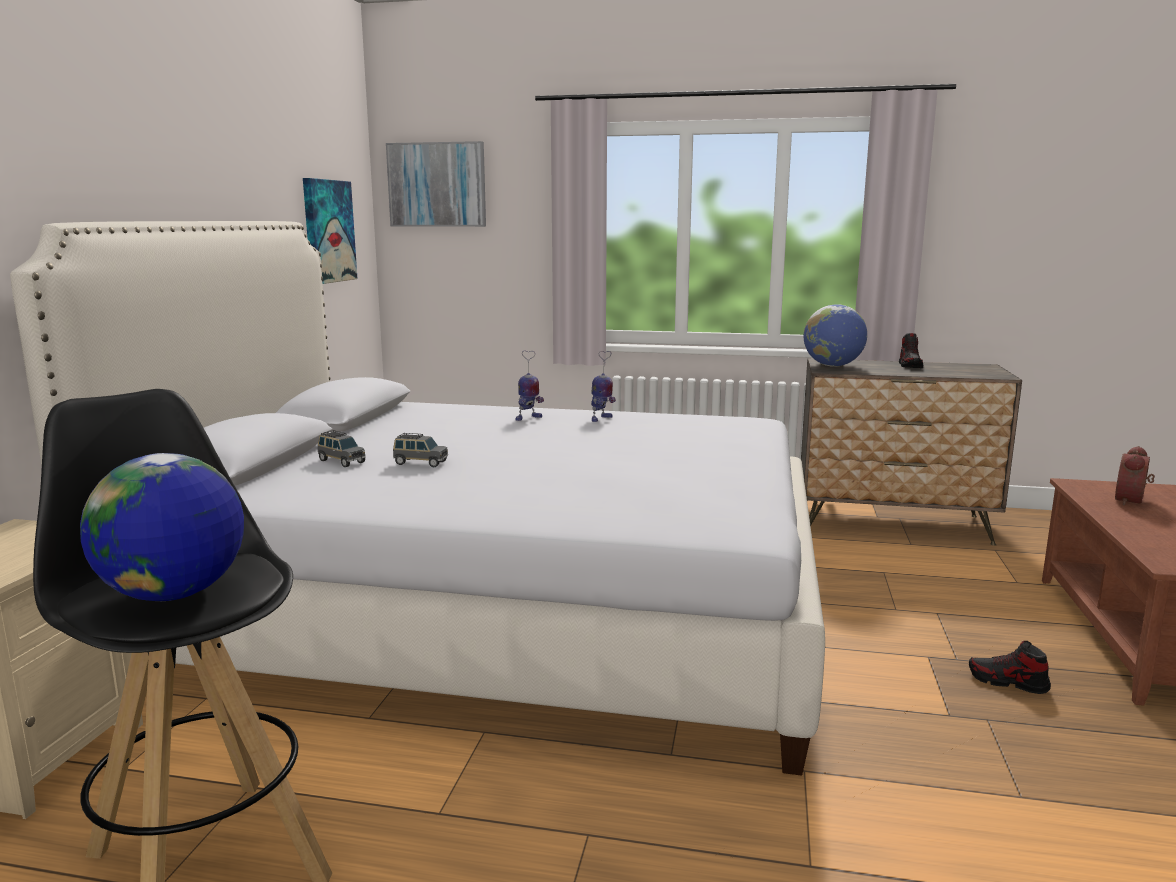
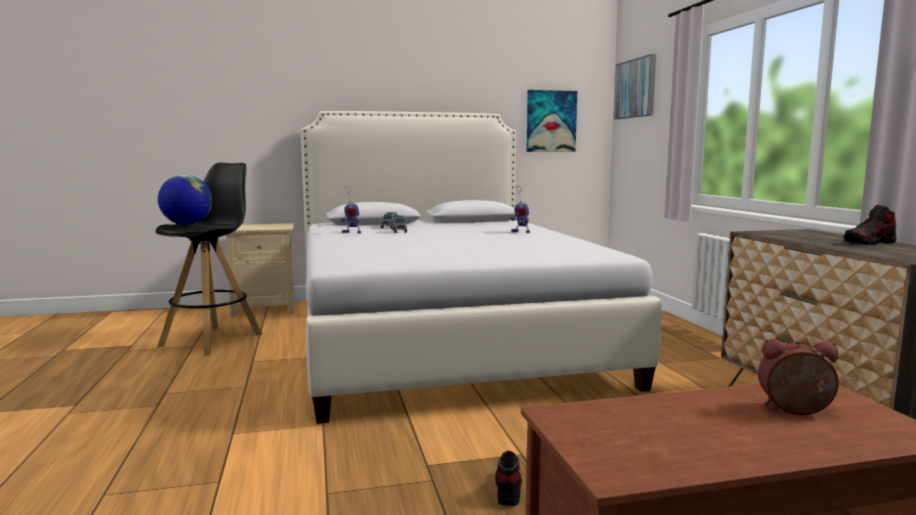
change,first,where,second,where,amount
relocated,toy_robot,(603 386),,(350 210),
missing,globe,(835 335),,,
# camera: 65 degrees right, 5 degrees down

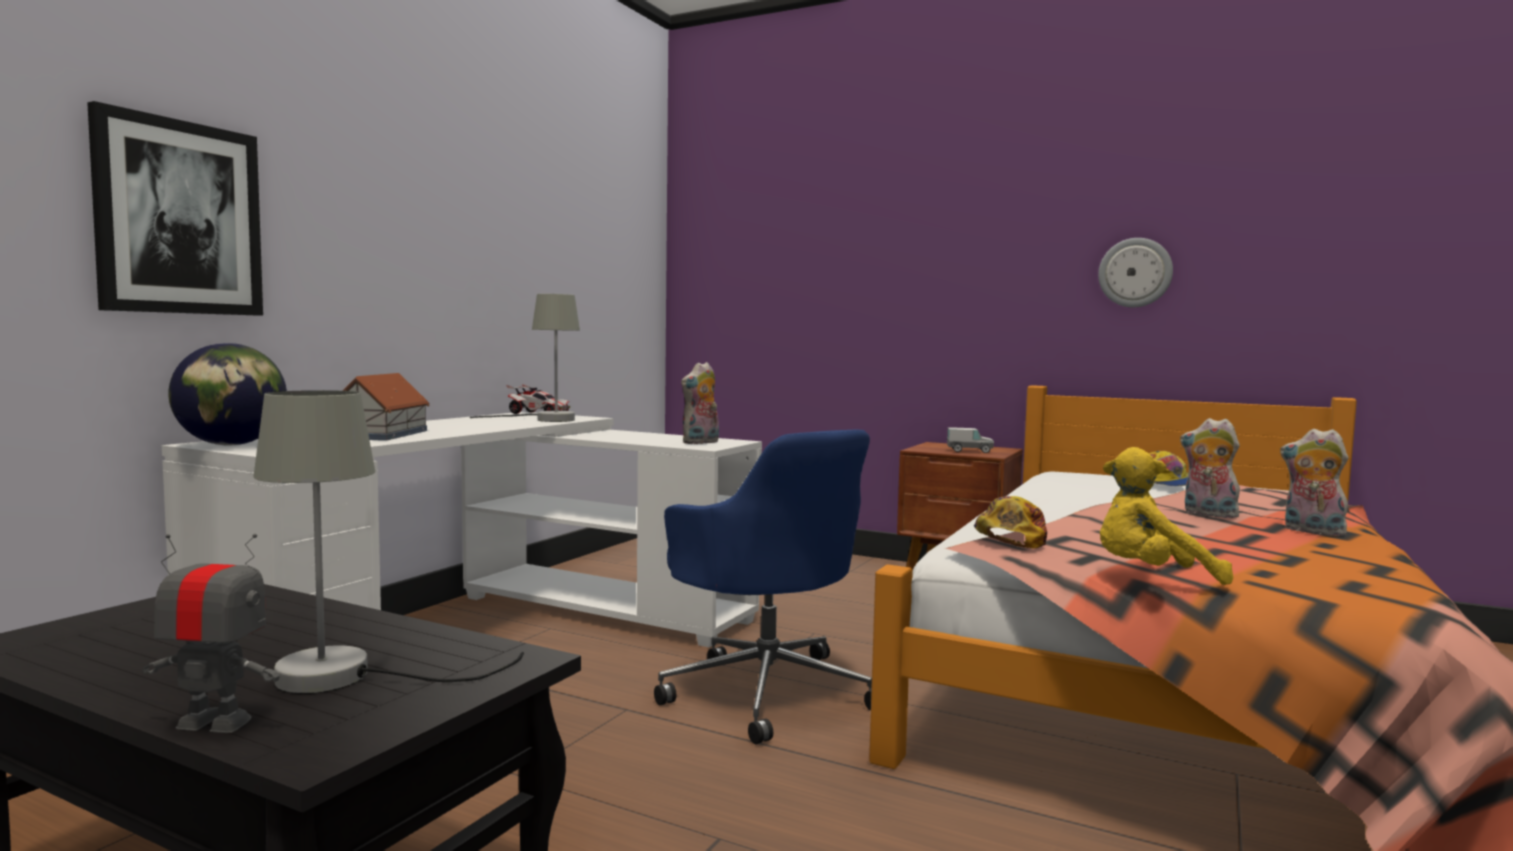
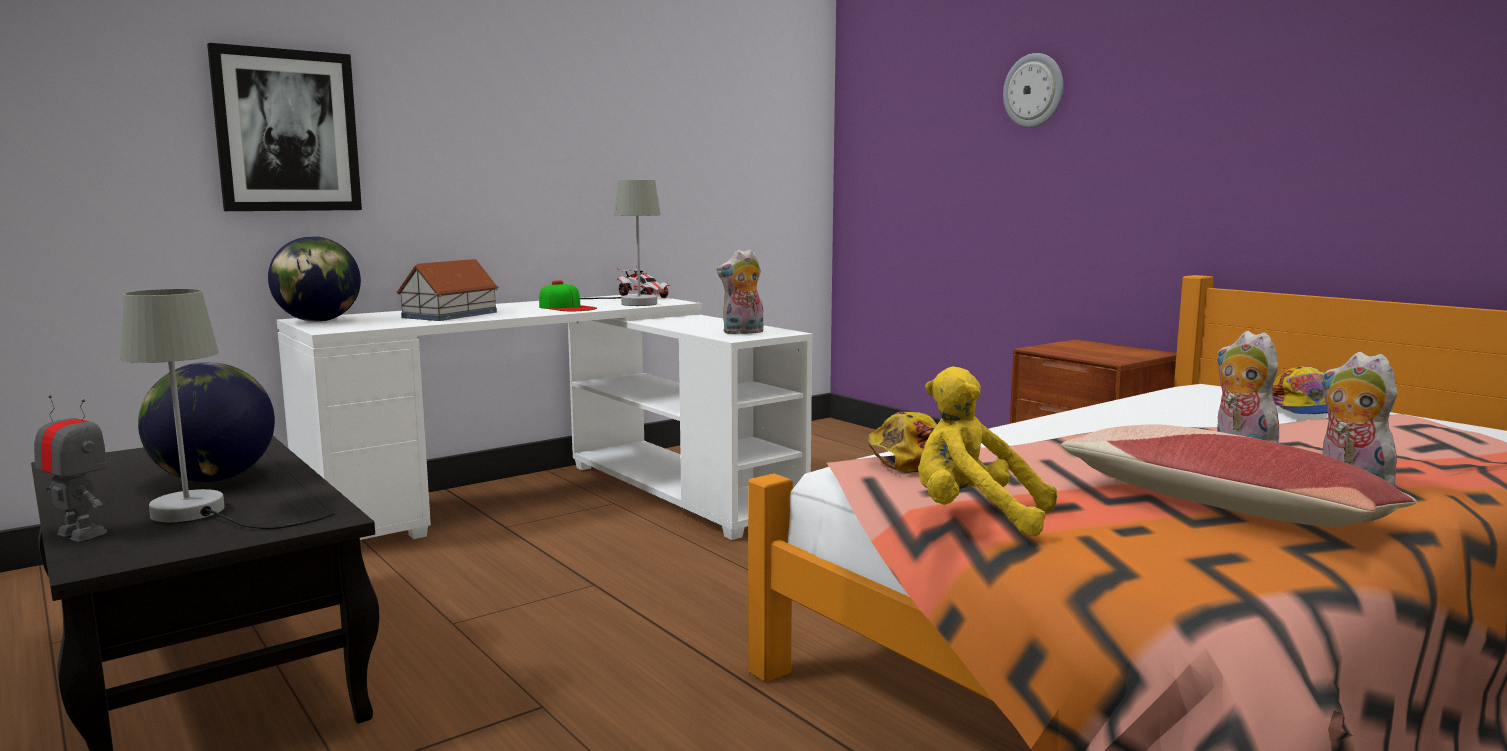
change,first,where,second,where,amount
appeared,,,globe,(206 422),
appeared,,,cap,(568 295),
relocated,wall_clock,(1135 272),,(1033 90),
appeared,,,pillow,(1239 476),
missing,blue_office_chair,(763 587),,,
missing,toy_truck,(970 440),,,
# camera: 25 degrees right, 5 degrees up

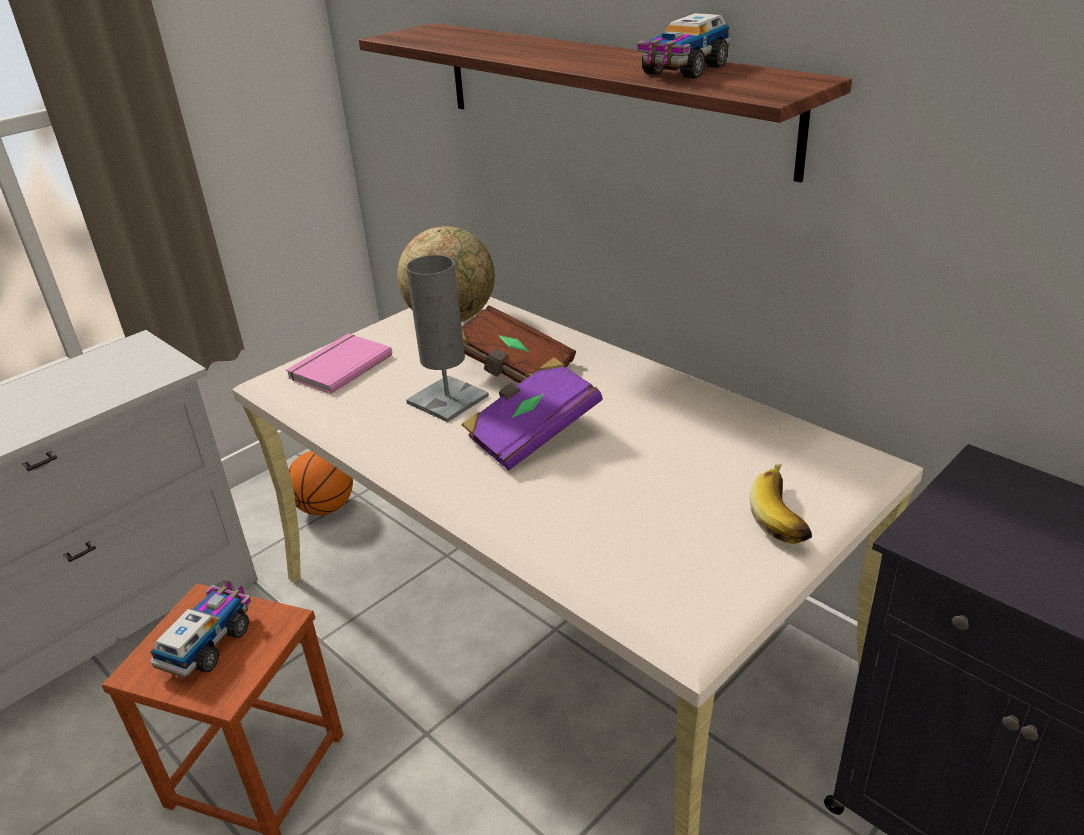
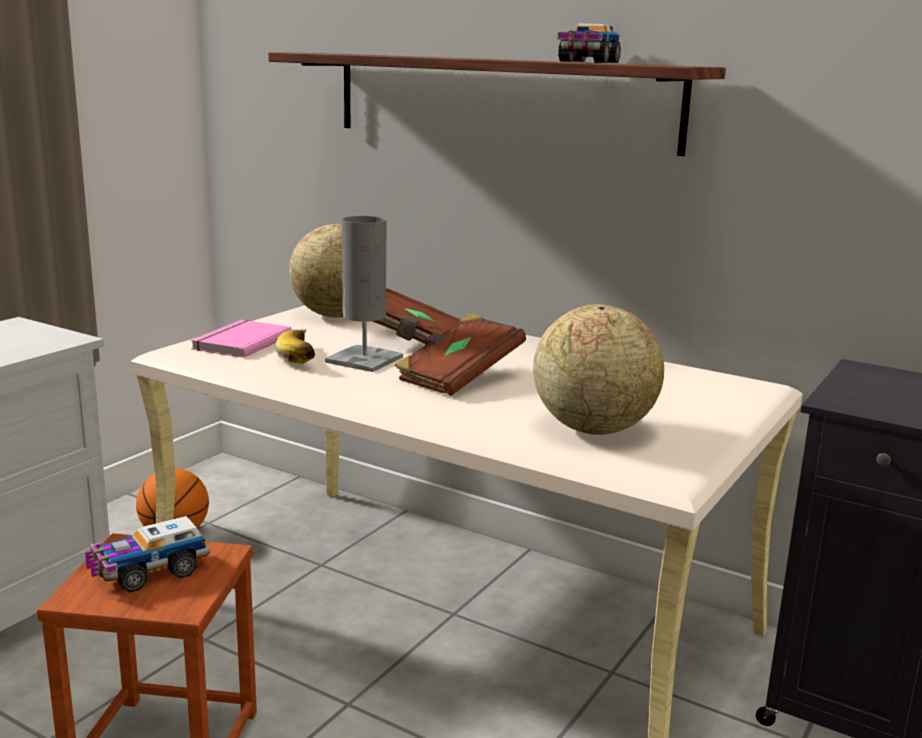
change,first,where,second,where,amount
spun,toy_truck,(201 630),,(147 554),135 degrees counterclockwise
relocated,banana,(781 504),,(295 346),
colour,purple_book,(532 414),brown_book,(460 354),
appeared,,,globe,(598 369),
# camera: 15 degrees left, 15 degrees down

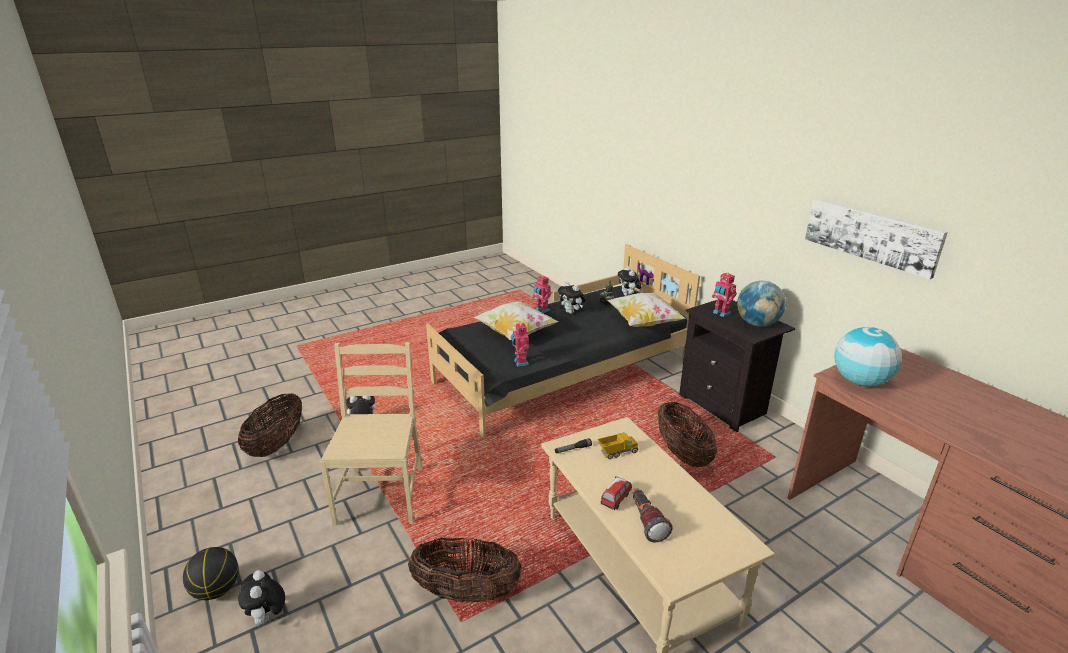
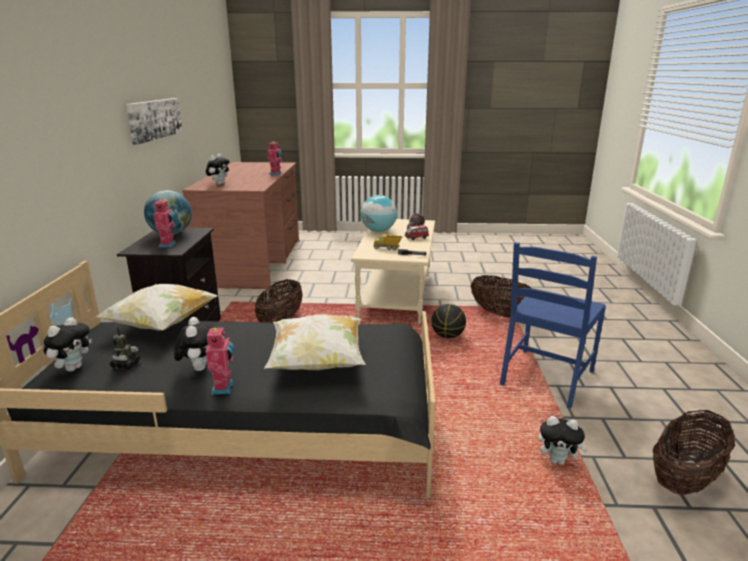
change,first,where,second,where,amount
relocated,plush_toy,(261 598),,(218 169),
relocated,toy_robot,(520 344),,(275 158),
relocated,globe,(868 356),,(379 213),
relocated,basketball,(211 573),,(448 321),
colour,beige_chair,(371 434),blue_chair,(553 325),
# camera: 145 degrees left, 5 degrees down

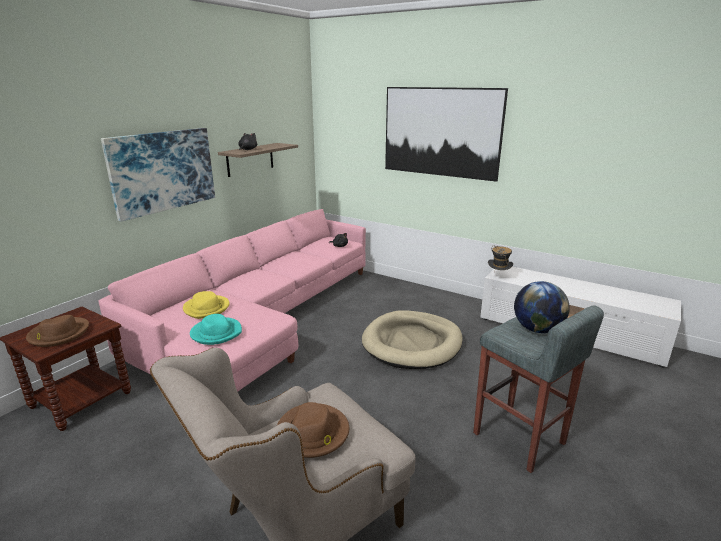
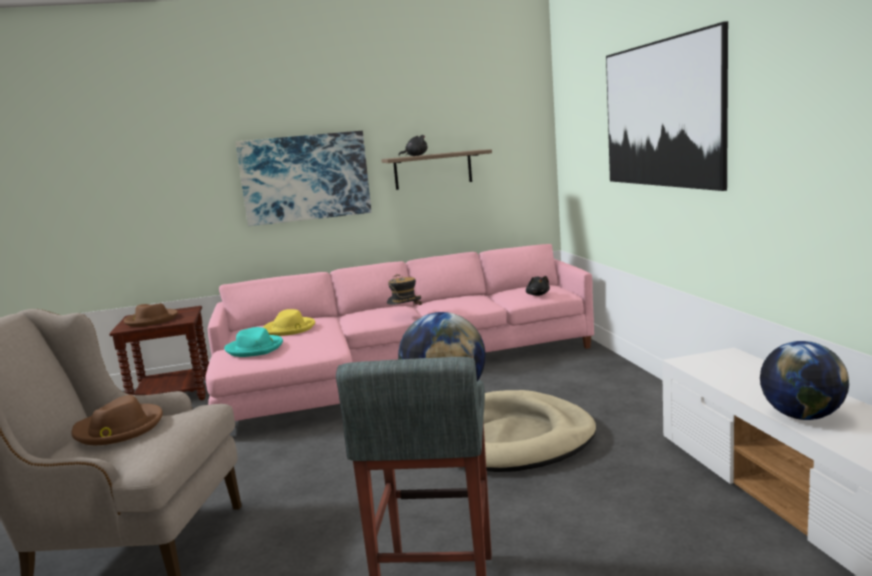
change,first,where,second,where,amount
relocated,hat,(500 258),,(404 289),
appeared,,,globe,(804 380),
# camera: 45 degrees right, 10 degrees down

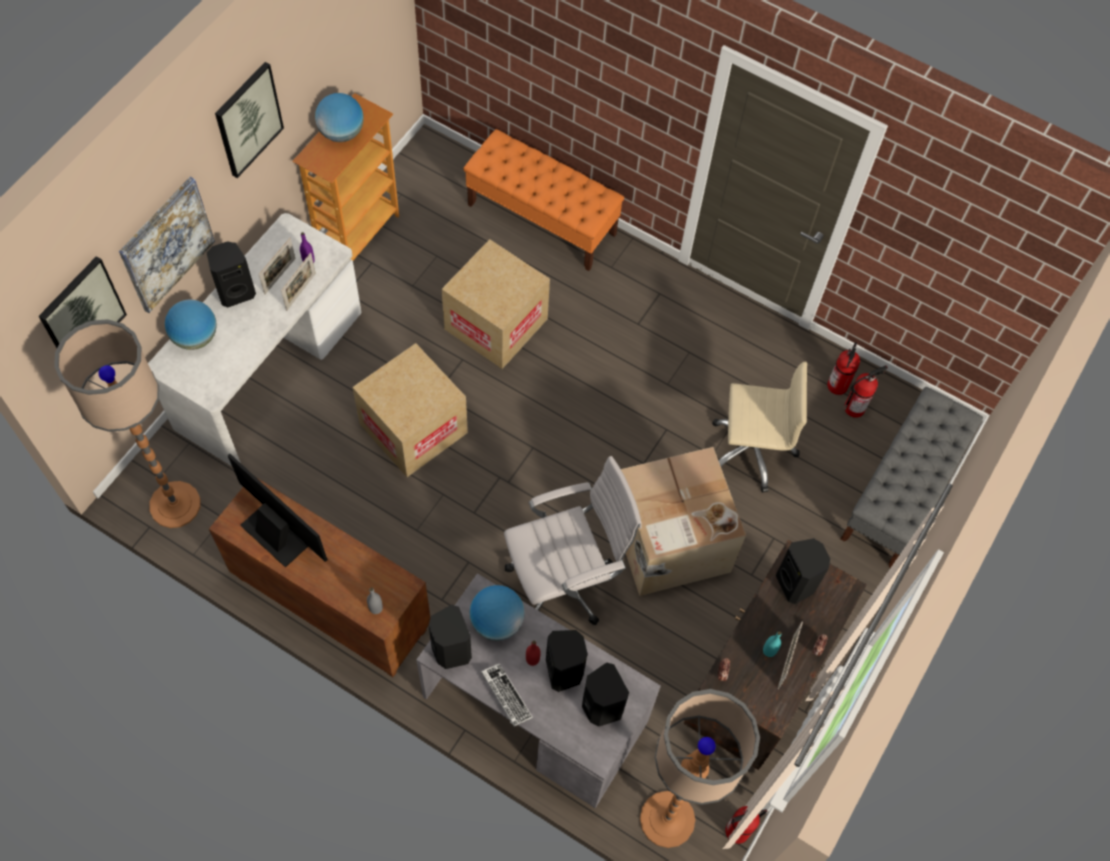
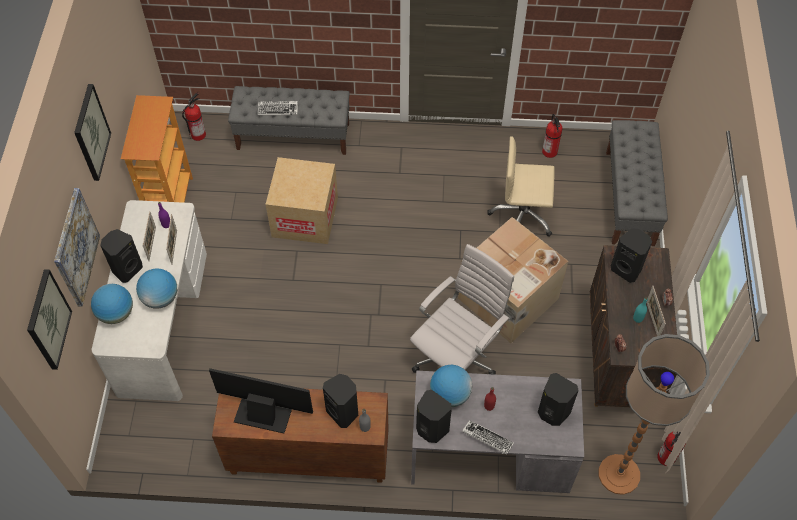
change,first,where,second,where,amount
relocated,globe,(339 117),,(156 288),
relocated,fire_extinguisher,(865 392),,(194 117),
colour,orange_bench,(543 200),grey_bench,(289 120),
appeared,,,keyboard,(278 108),
relocated,black_speaker,(566 661),,(340 401),
spun,beige_office_chair,(759 427),,(520 186),150 degrees counterclockwise
missing,floor_lamp,(127 423),,,
missing,cardboard_box,(410 410),,,
# camera: 25 degrees left, 5 degrees down

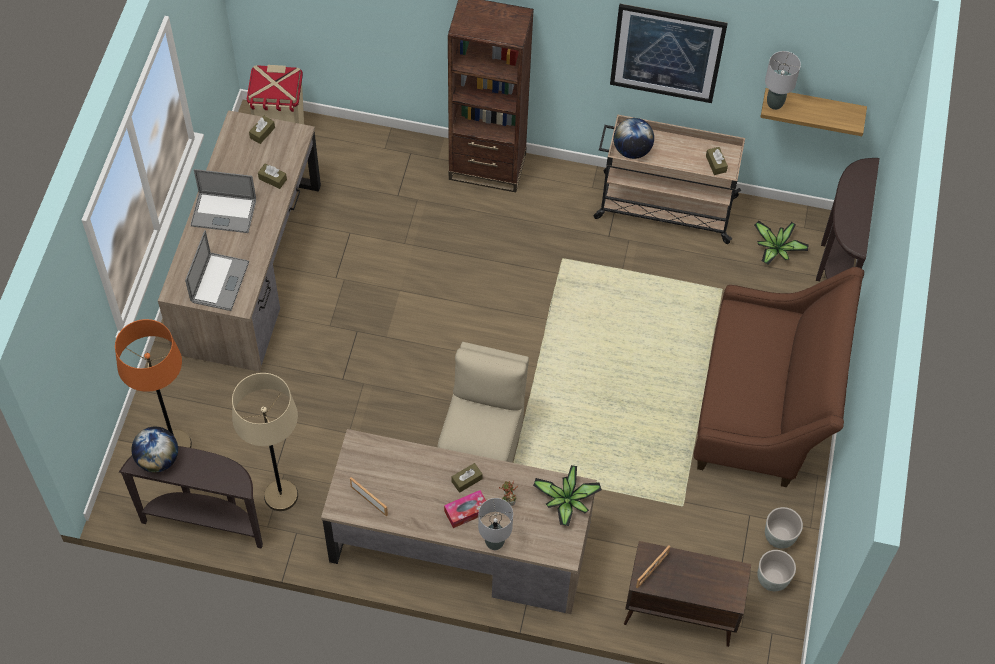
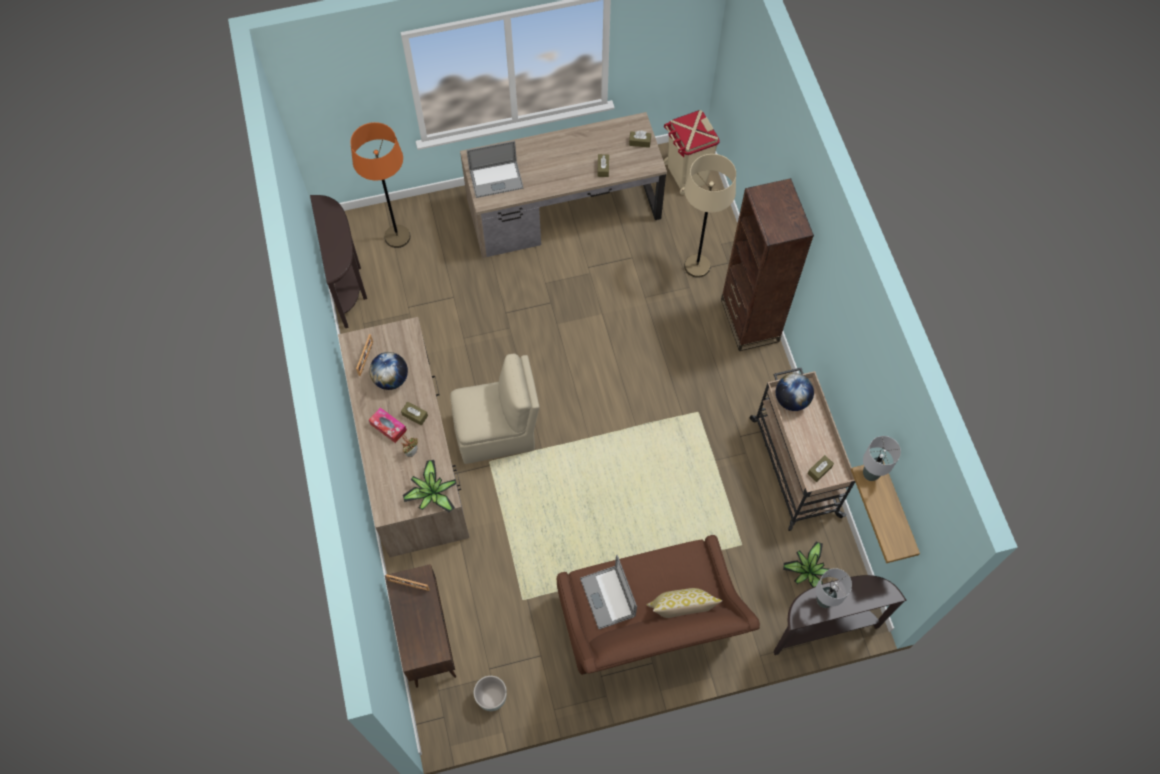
change,first,where,second,where,amount
relocated,globe,(154 450),,(389 371),
relocated,laptop,(223 201),,(608 592),
appeared,,,pillow,(684 603),
relocated,beige_floor_lamp,(265 442),,(710 216),
relocated,grey_table_lamp,(495 524),,(834 588),
missing,picture,(669 53),,,
missing,grey_planter,(784 528),,,
# camera: 65 degrees right, 5 degrees up

